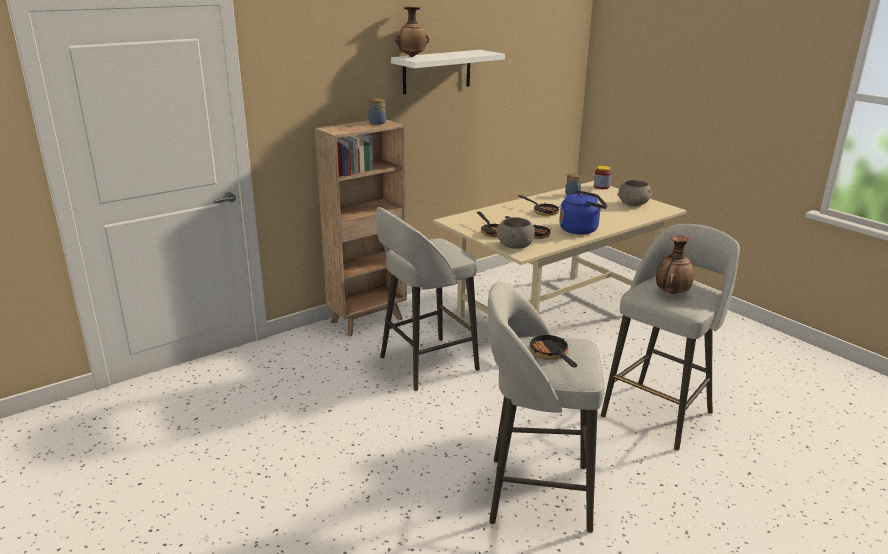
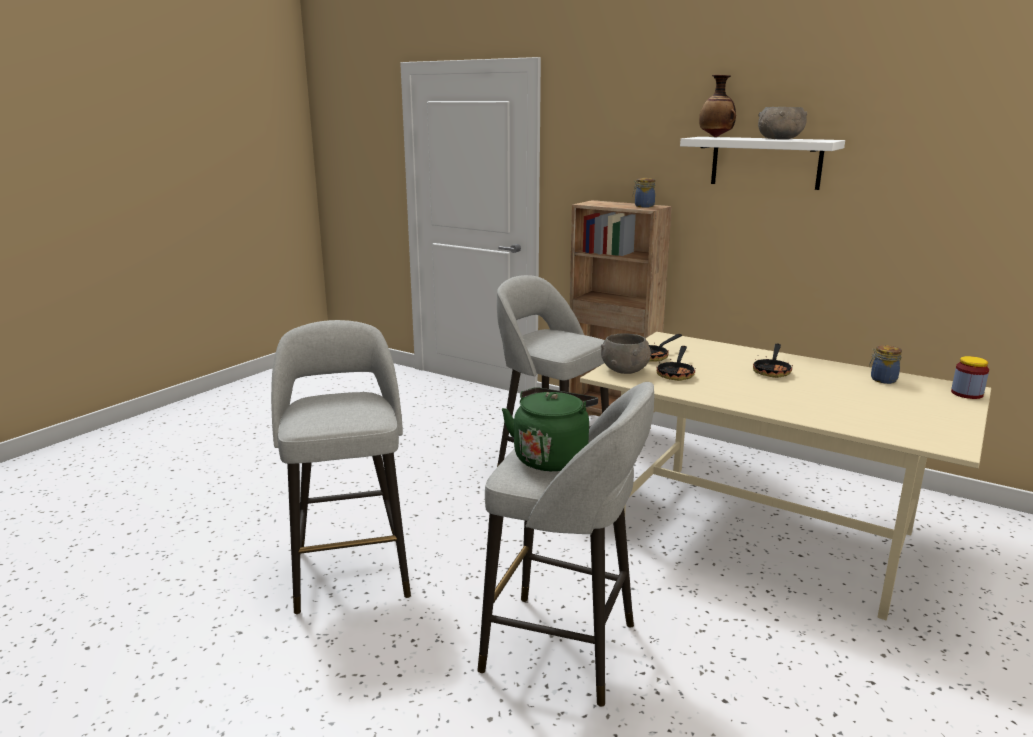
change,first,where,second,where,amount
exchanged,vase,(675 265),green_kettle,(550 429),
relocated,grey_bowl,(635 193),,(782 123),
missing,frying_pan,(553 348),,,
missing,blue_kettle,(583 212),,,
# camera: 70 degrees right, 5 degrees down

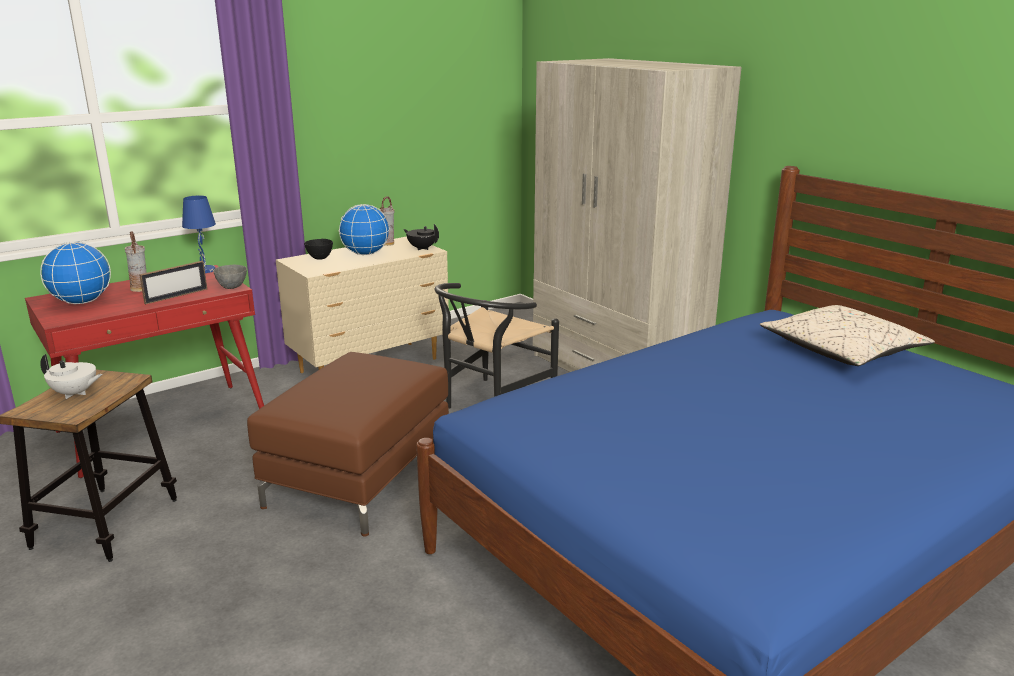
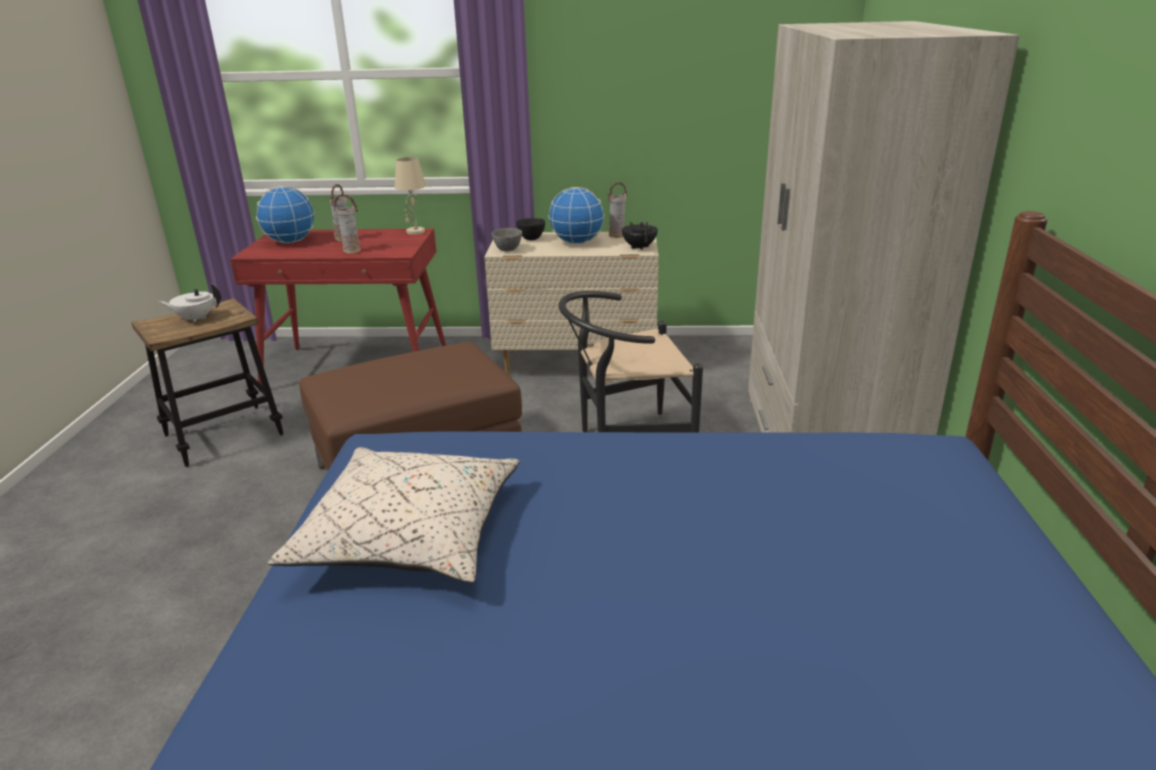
change,first,where,second,where,amount
spun,white_teapot,(71 376),,(189 303),120 degrees clockwise
relocated,beige_pillow,(847 335),,(393 515),
exchanged,picture_frame,(173 282),vase,(347 223),
colour,blue_table_lamp,(199 234),beige_table_lamp,(410 196),
relocated,grey_bowl,(230 277),,(507 239),
# camera: 40 degrees right, 5 degrees up

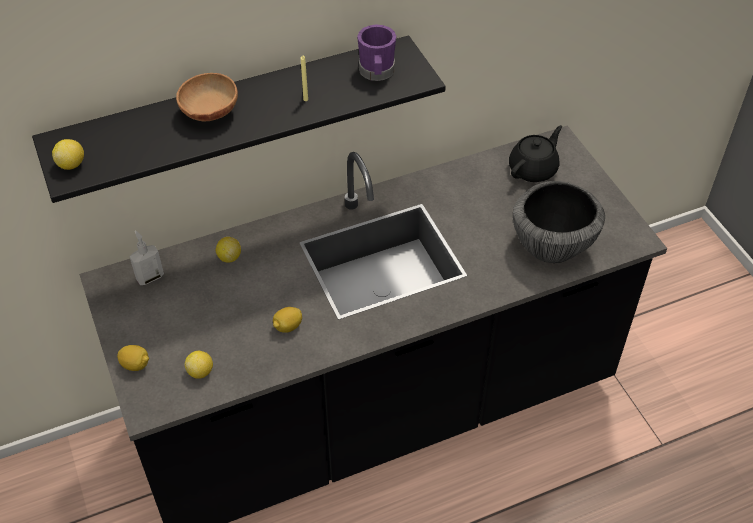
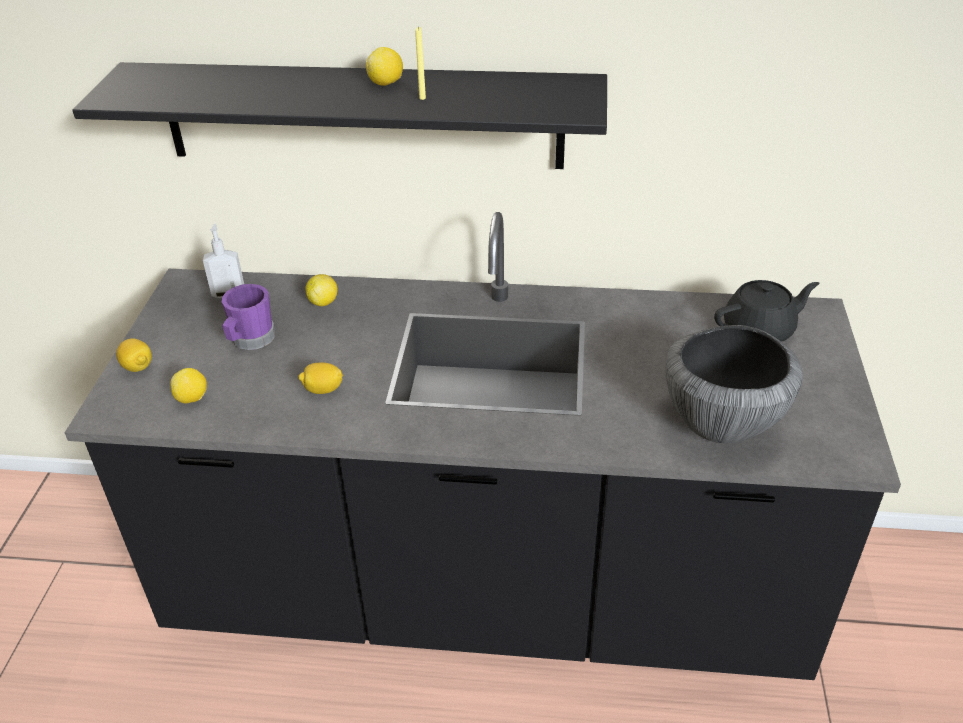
change,first,where,second,where,amount
relocated,purple_mug,(376 52),,(248 317),
relocated,lemon,(68 154),,(384 66),
missing,brown_bowl,(207 97),,,
# camera: 30 degrees right, 10 degrees down

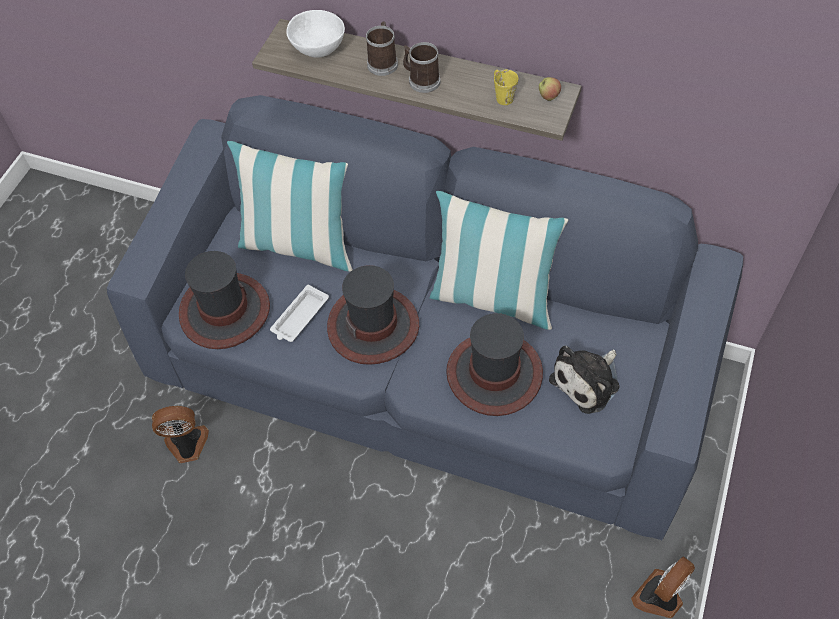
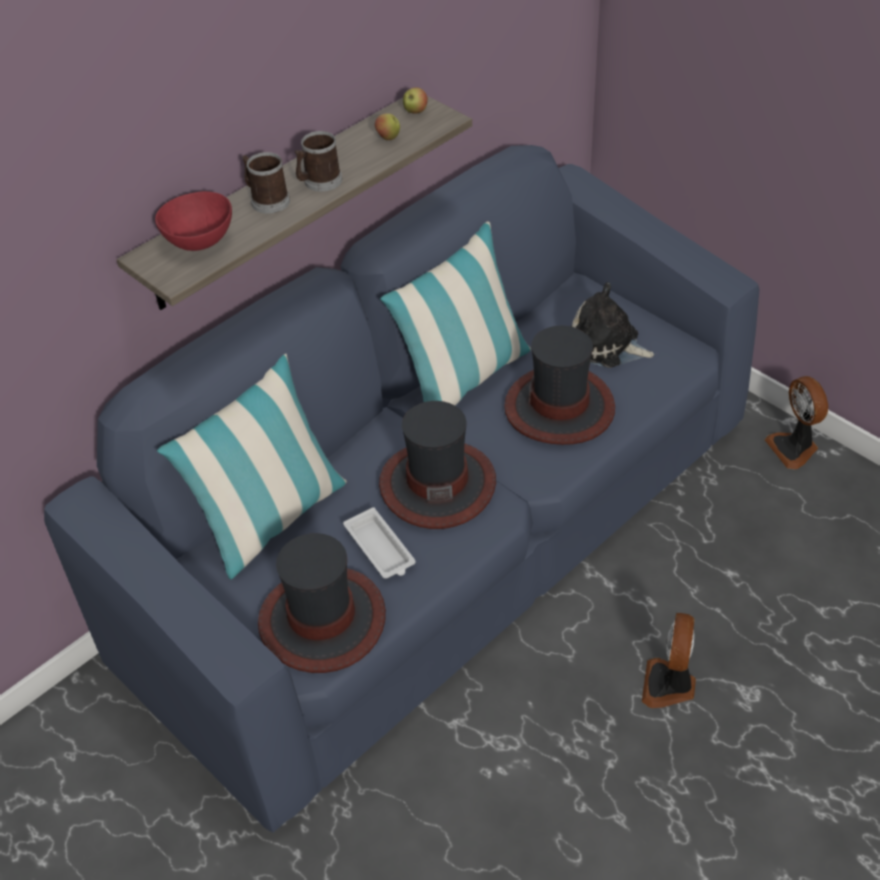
change,first,where,second,where,amount
colour,white_bowl,(315 34),red_bowl,(193 221),
exchanged,yellow_mug,(506 87),apple,(387 126),
spun,plush_toy,(584 380),,(612 325),135 degrees clockwise
relocated,fan,(180 434),,(669 660),
# camera: 65 degrees left, 10 degrees down

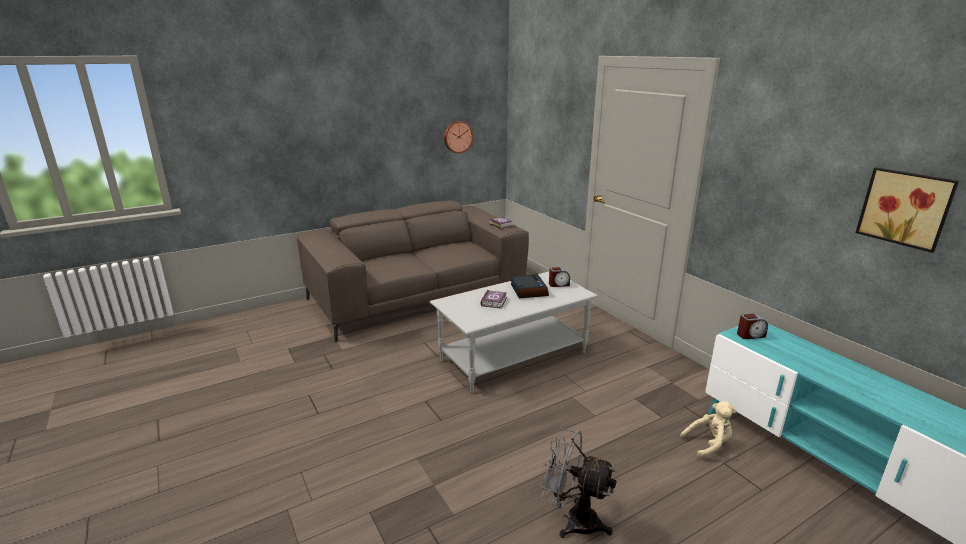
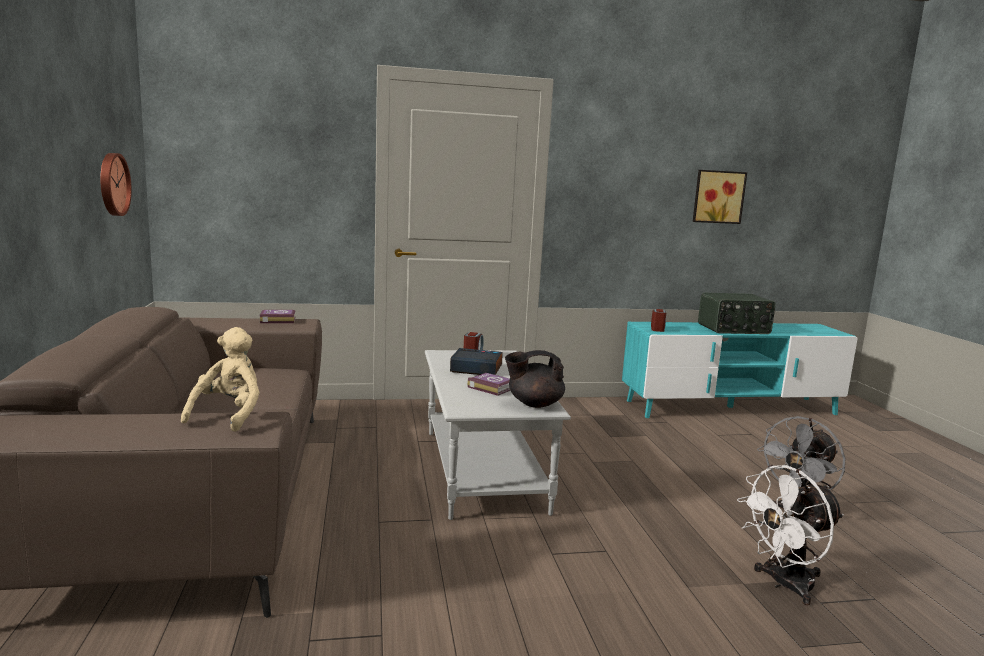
change,first,where,second,where,amount
relocated,beige_plush_toy,(708 430),,(220 379),
appeared,,,black_teapot,(535 379),
appeared,,,radio,(737 313),
appeared,,,white_fan,(790 535),
# camera: 70 degrees left, 10 degrees down

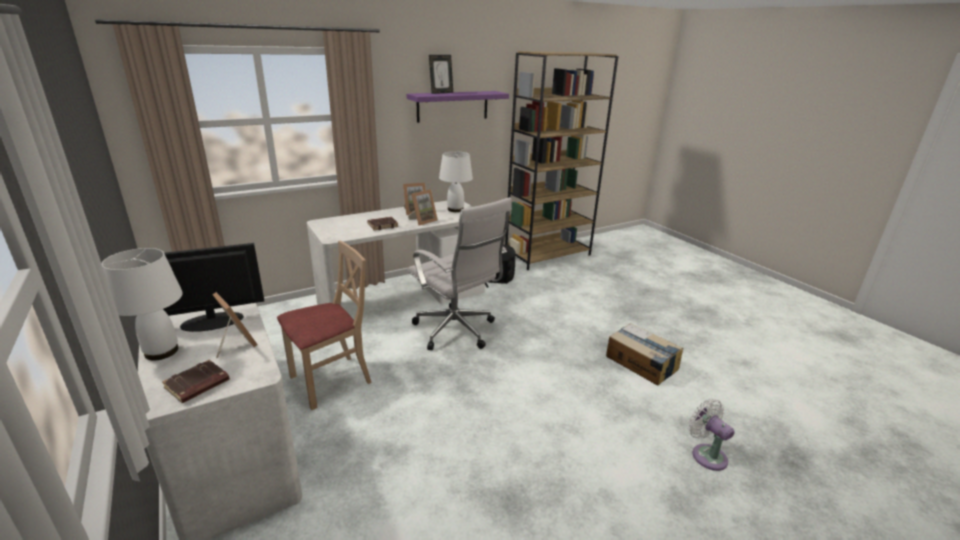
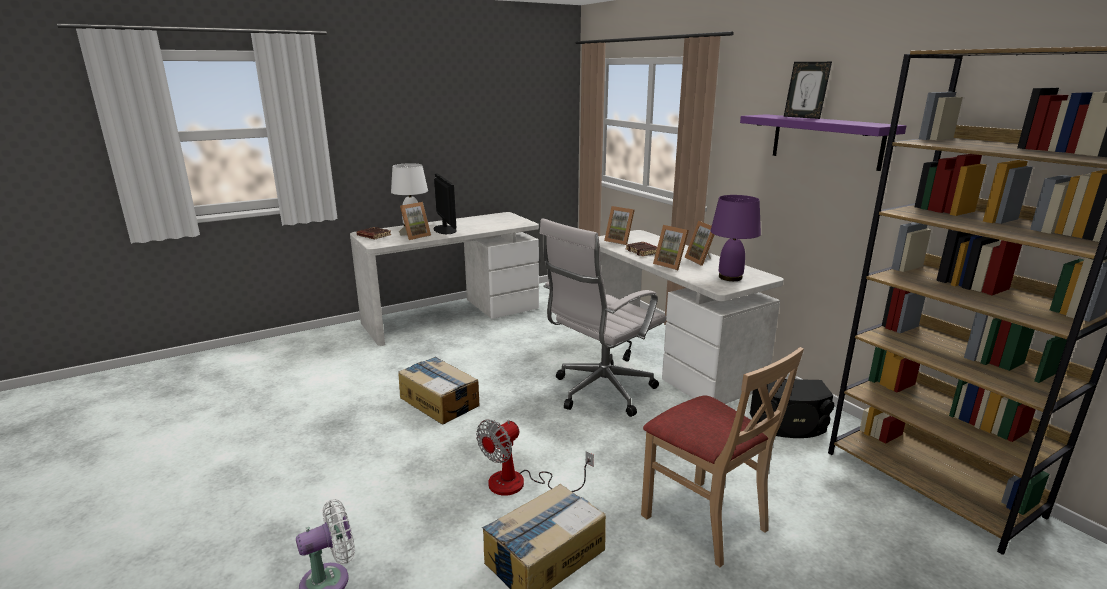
change,first,where,second,where,amount
appeared,,,cardboard_box,(439 390),
appeared,,,fan,(535 457),
appeared,,,picture_frame,(619 225),
relocated,beige_chair,(324 325),,(722 457),
colour,white_table_lamp,(456 181),purple_table_lamp,(736 238),
# camera: 90 degrees right, 5 degrees down

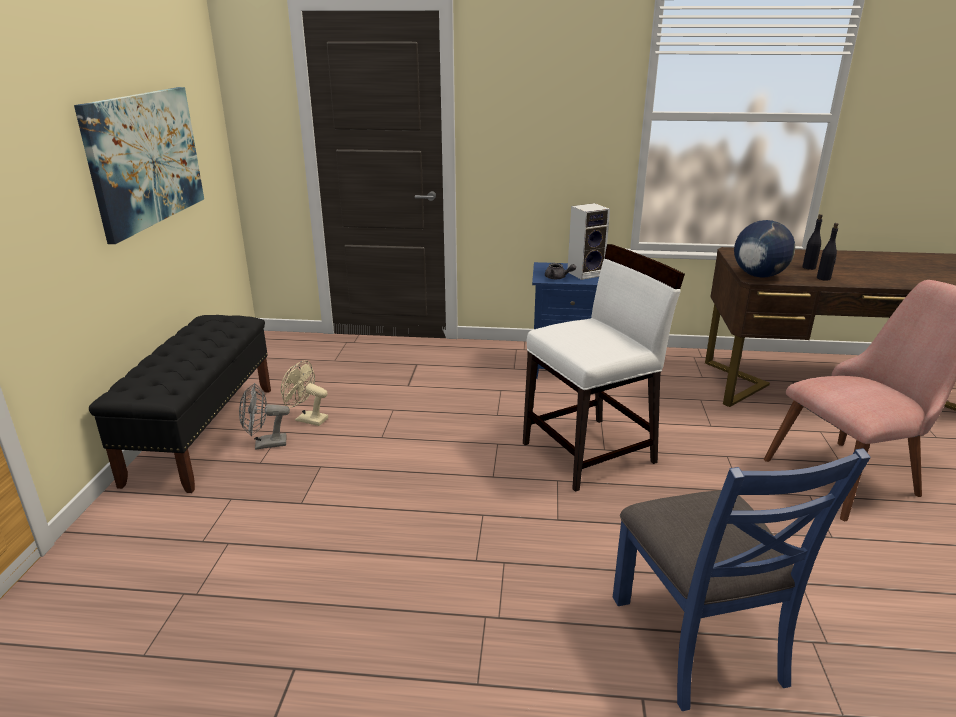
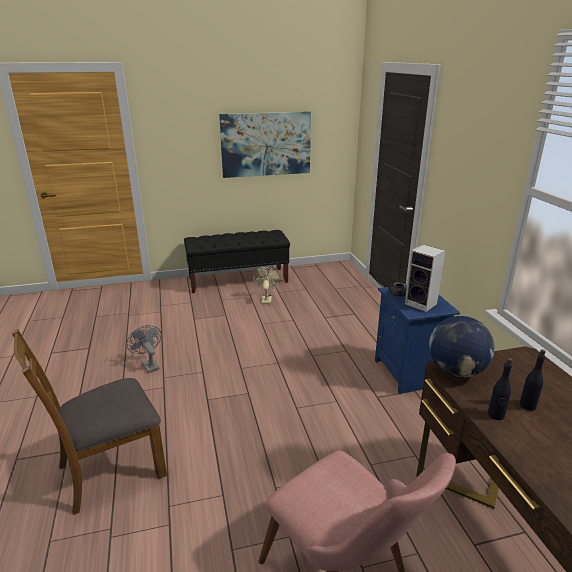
change,first,where,second,where,amount
colour,blue_chair,(742 579),brown_chair,(89 422),
relocated,grey_fan,(264 416),,(144 349),
missing,white_chair,(604 368),,,
# camera: 70 degrees right, 0 degrees up

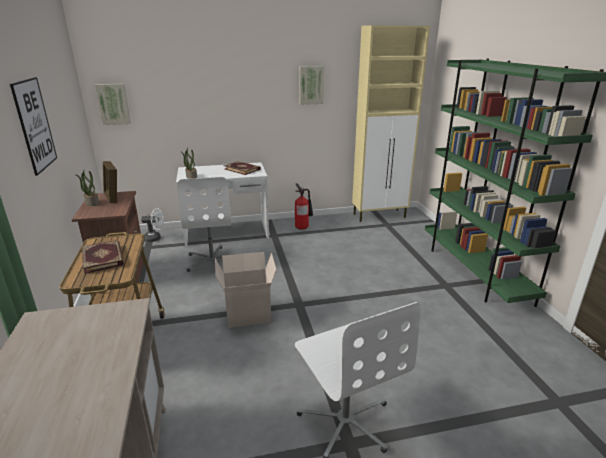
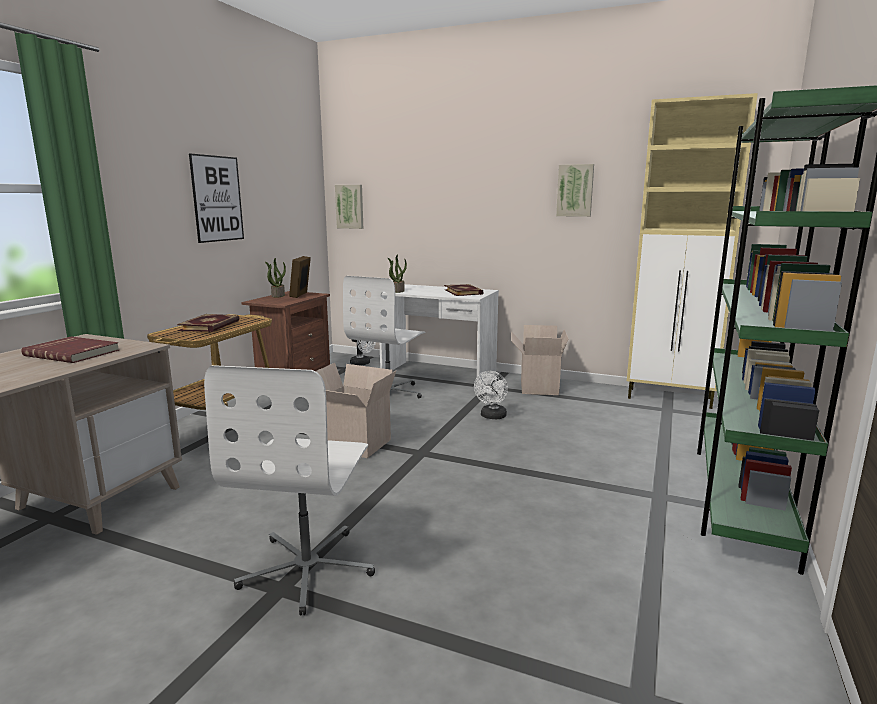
change,first,where,second,where,amount
appeared,,,red_book,(70 350),
appeared,,,white_fan,(491 395),
exchanged,fire_extinguisher,(304 207),cardboard_box,(539 360),
# camera: 35 degrees right, 10 degrees down

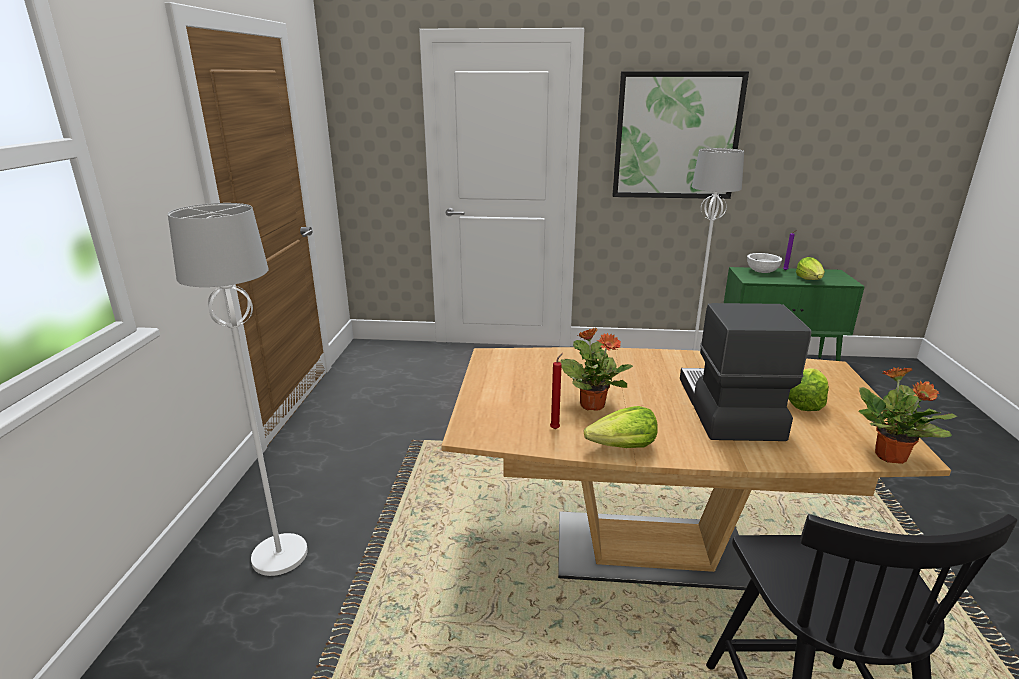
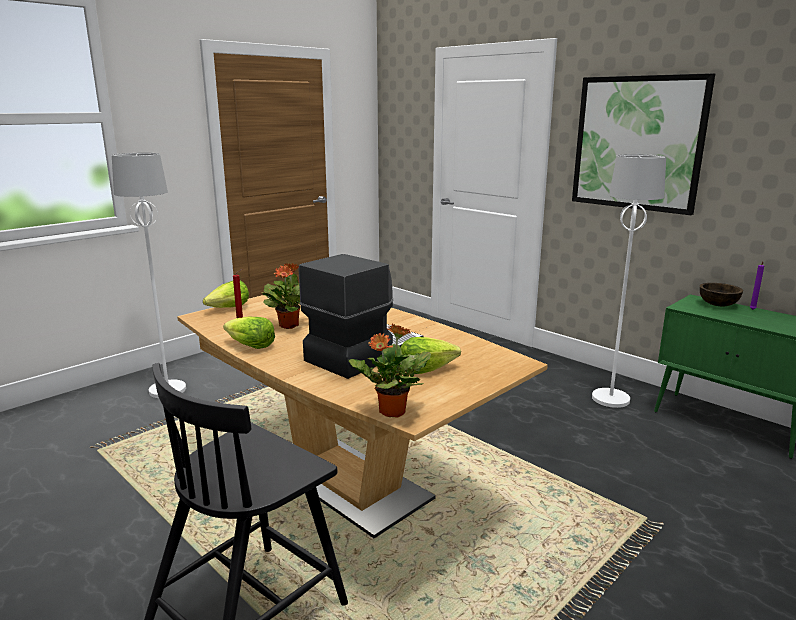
change,first,where,second,where,amount
relocated,lettuce,(810 268),,(226 294),
colour,white_bowl,(764 263),brown_bowl,(721 295),
# camera: 40 degrees right, 5 degrees down

